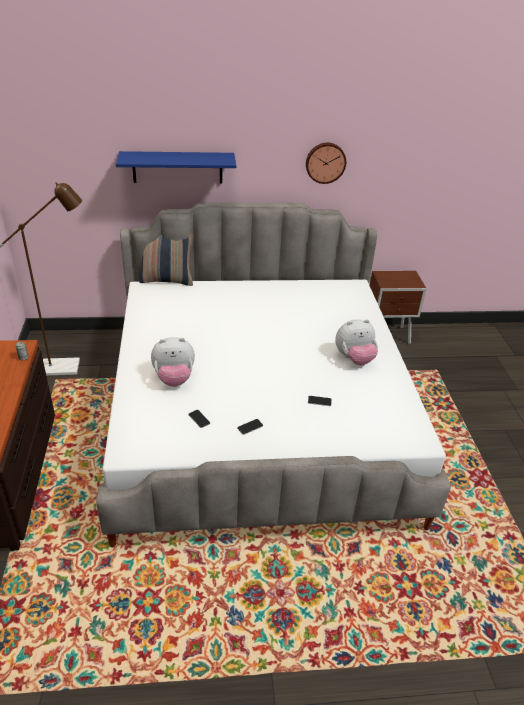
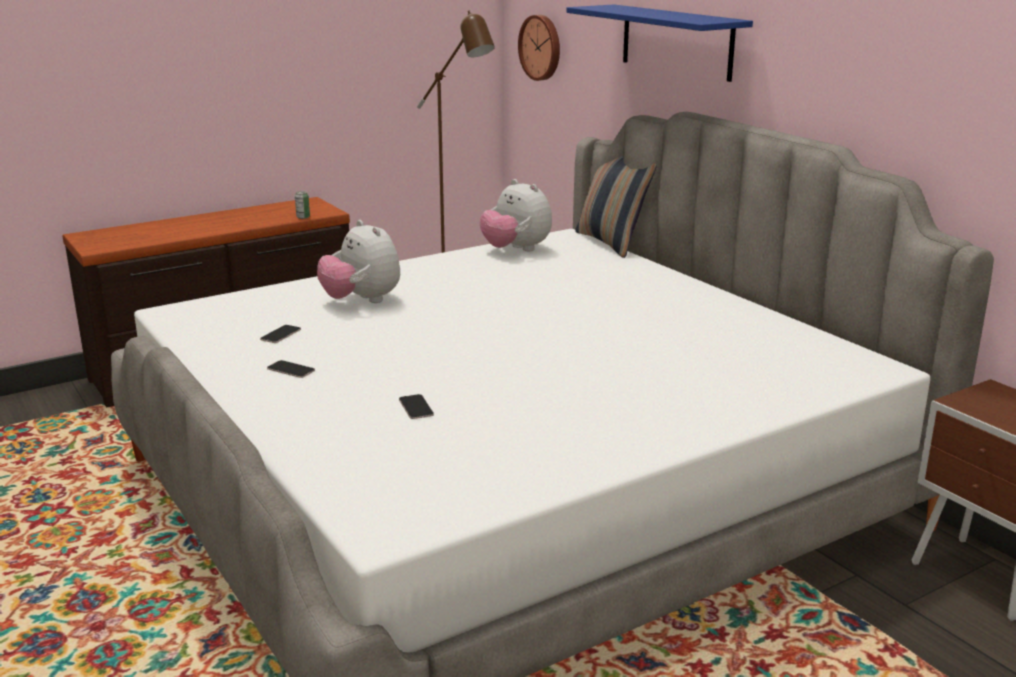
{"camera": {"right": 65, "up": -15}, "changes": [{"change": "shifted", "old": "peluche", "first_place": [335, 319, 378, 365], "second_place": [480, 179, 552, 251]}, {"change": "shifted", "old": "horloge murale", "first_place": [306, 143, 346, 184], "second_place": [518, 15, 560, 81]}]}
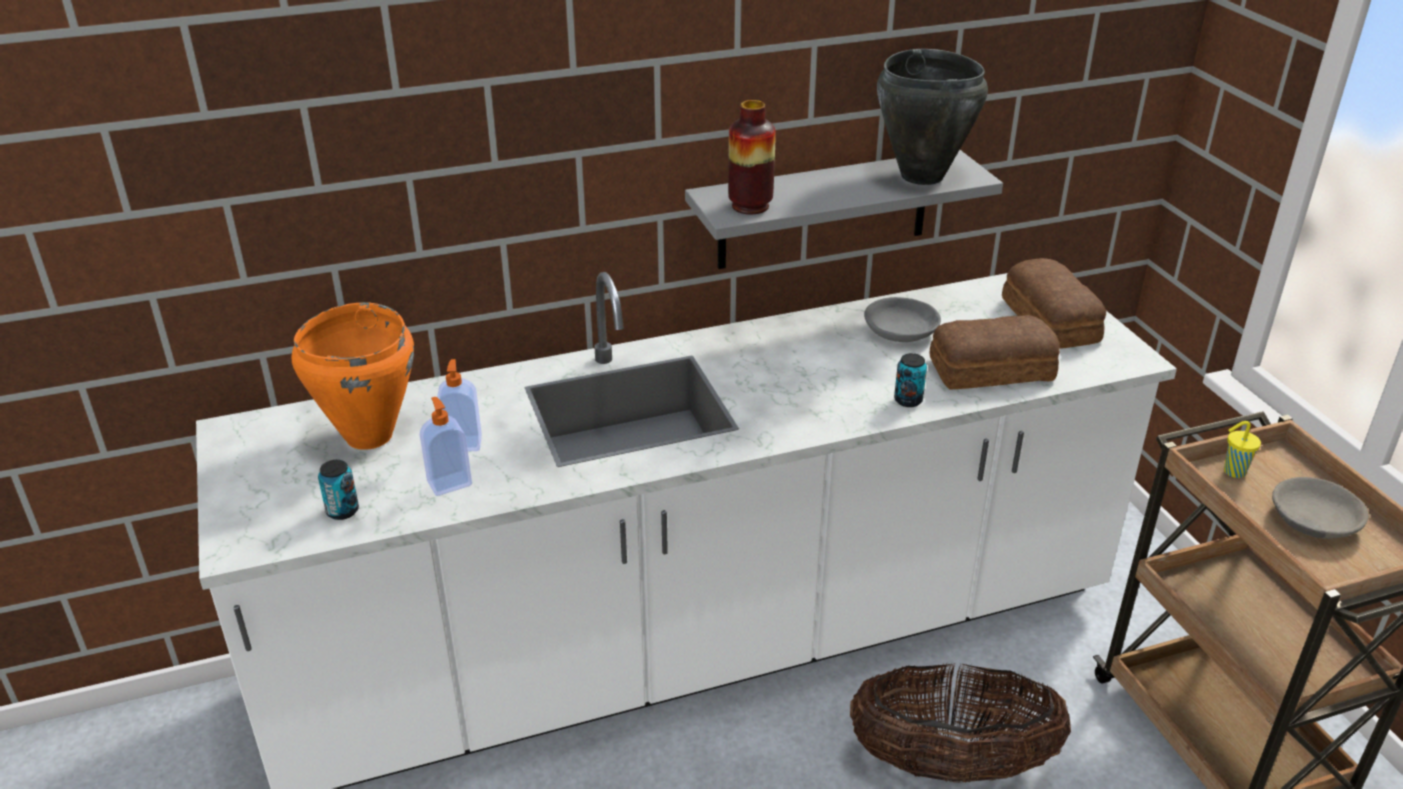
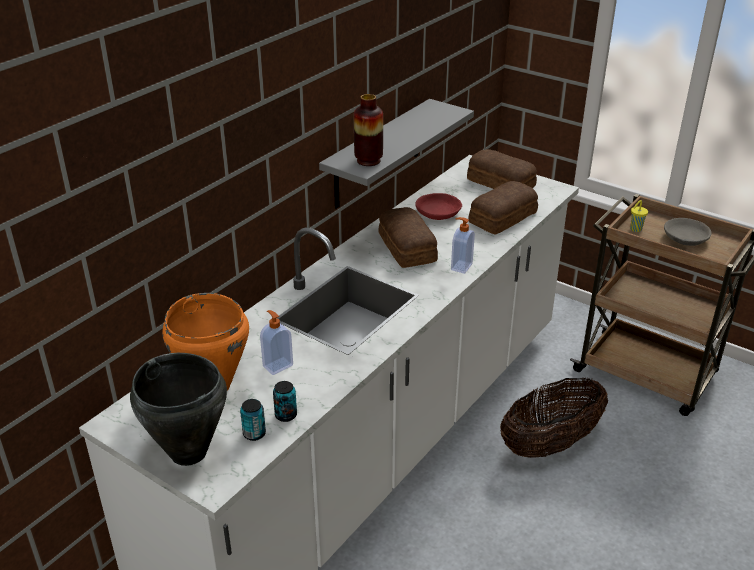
{"camera": {"right": -35, "up": 0}, "changes": [{"change": "shifted", "old": "marmite/noir", "first_place": [877, 49, 988, 185], "second_place": [130, 353, 227, 466]}, {"change": "shifted", "old": "boîte métallique", "first_place": [894, 353, 927, 407], "second_place": [273, 381, 297, 422]}, {"change": "new", "new": "pain", "second_place": [379, 207, 438, 268]}, {"change": "repainted", "old": "bol/gris", "new": "bol/rouge", "first_place": [864, 297, 941, 342], "second_place": [415, 193, 462, 220]}, {"change": "shifted", "old": "distributeur de savon", "first_place": [420, 397, 472, 496], "second_place": [451, 217, 475, 274]}]}
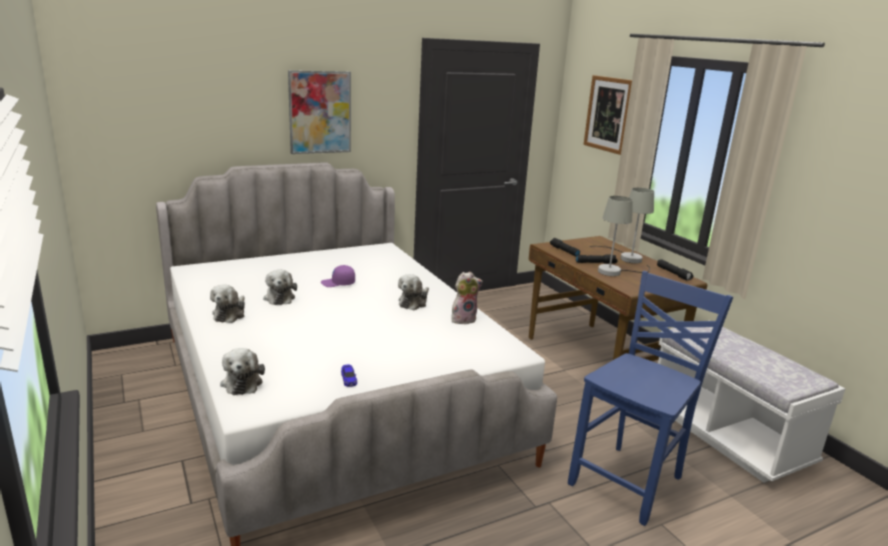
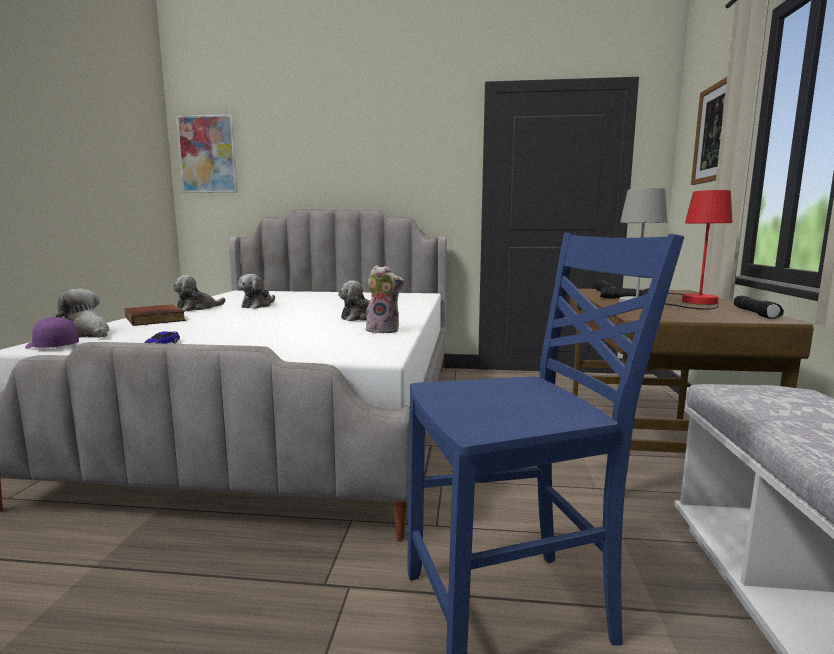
{"camera": {"right": 35, "up": -10}, "changes": [{"change": "shifted", "old": "casquette/violet", "first_place": [321, 265, 355, 287], "second_place": [25, 317, 79, 349]}, {"change": "rotated", "old": "peluche", "first_place": [220, 348, 265, 395], "second_place": [55, 289, 110, 338], "degrees": 105}, {"change": "new", "new": "livre", "second_place": [124, 304, 186, 326]}, {"change": "shifted", "old": "tableau", "first_place": [288, 70, 351, 154], "second_place": [176, 114, 238, 193]}, {"change": "repainted", "old": "lampe de table/gris", "new": "lampe de table/rouge", "first_place": [589, 188, 654, 263], "second_place": [668, 190, 733, 305]}]}
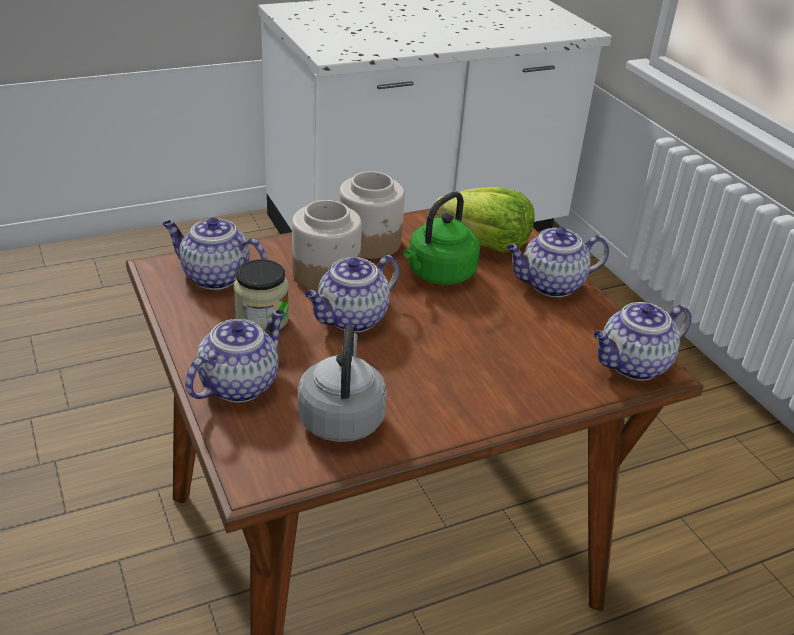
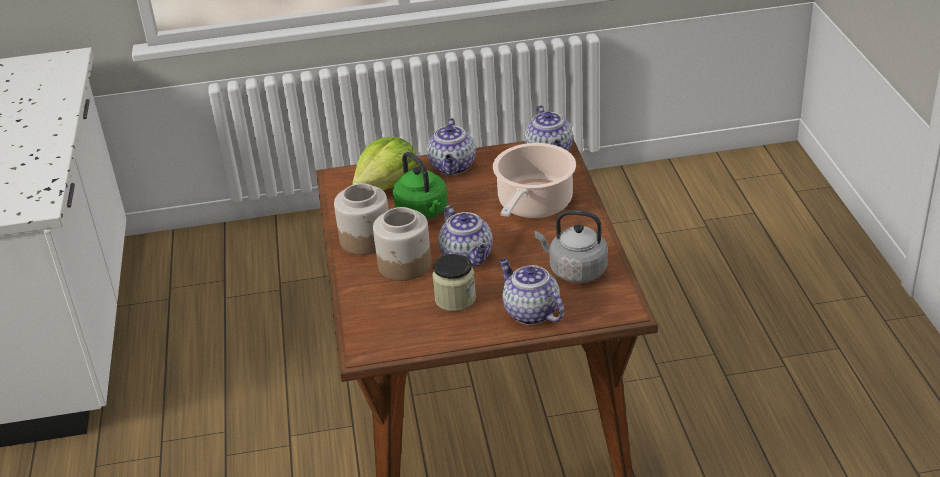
{"camera": {"right": -70, "up": 0}, "changes": [{"change": "new", "new": "marmite", "second_place": [493, 143, 576, 218]}, {"change": "gone", "old": "théière", "first_place": [162, 217, 267, 290]}]}
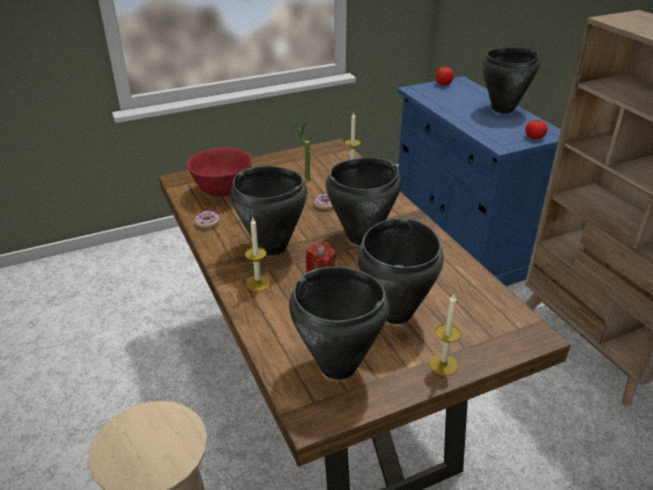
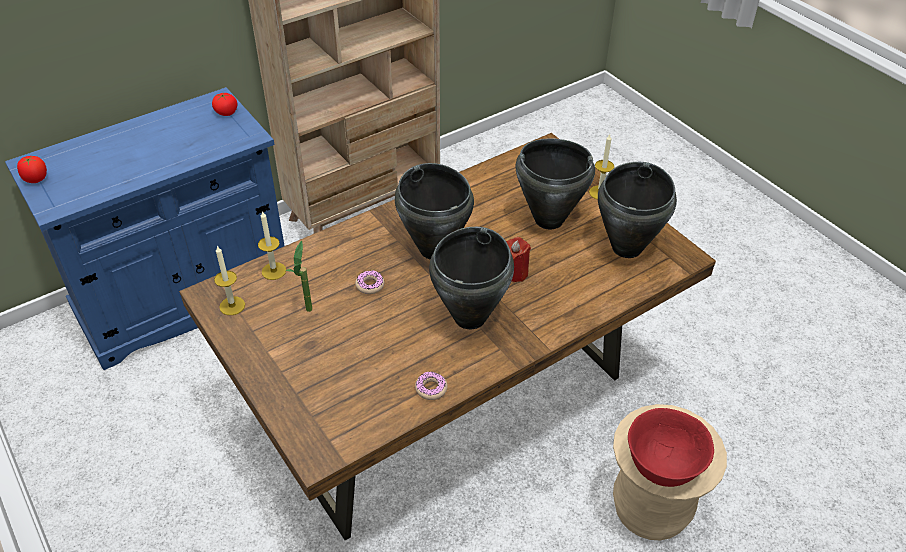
{"camera": {"right": -100, "up": 10}, "changes": [{"change": "shifted", "old": "bougie", "first_place": [245, 218, 270, 291], "second_place": [214, 246, 245, 315]}, {"change": "shifted", "old": "bol/rouge", "first_place": [187, 148, 252, 197], "second_place": [628, 408, 714, 487]}, {"change": "gone", "old": "marmite/noir", "first_place": [482, 48, 540, 114]}]}
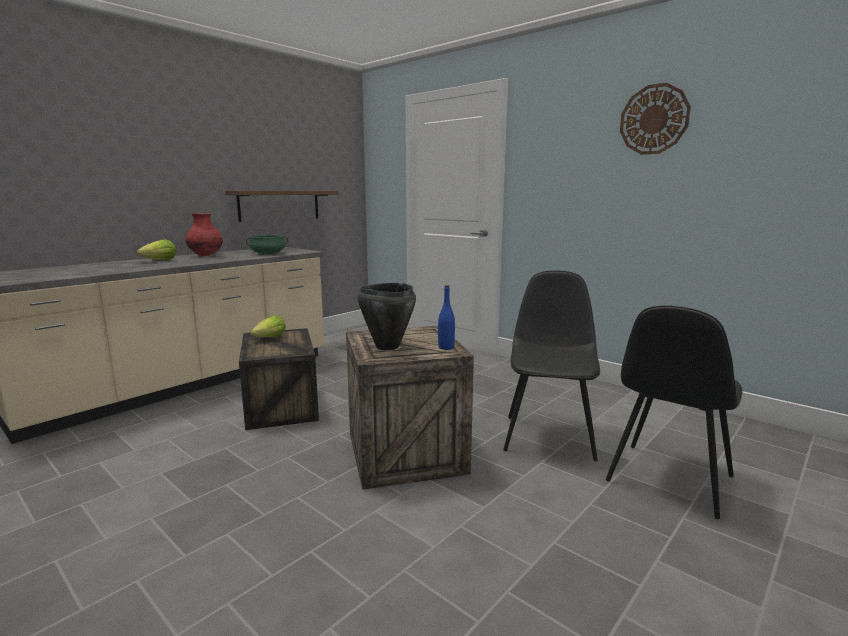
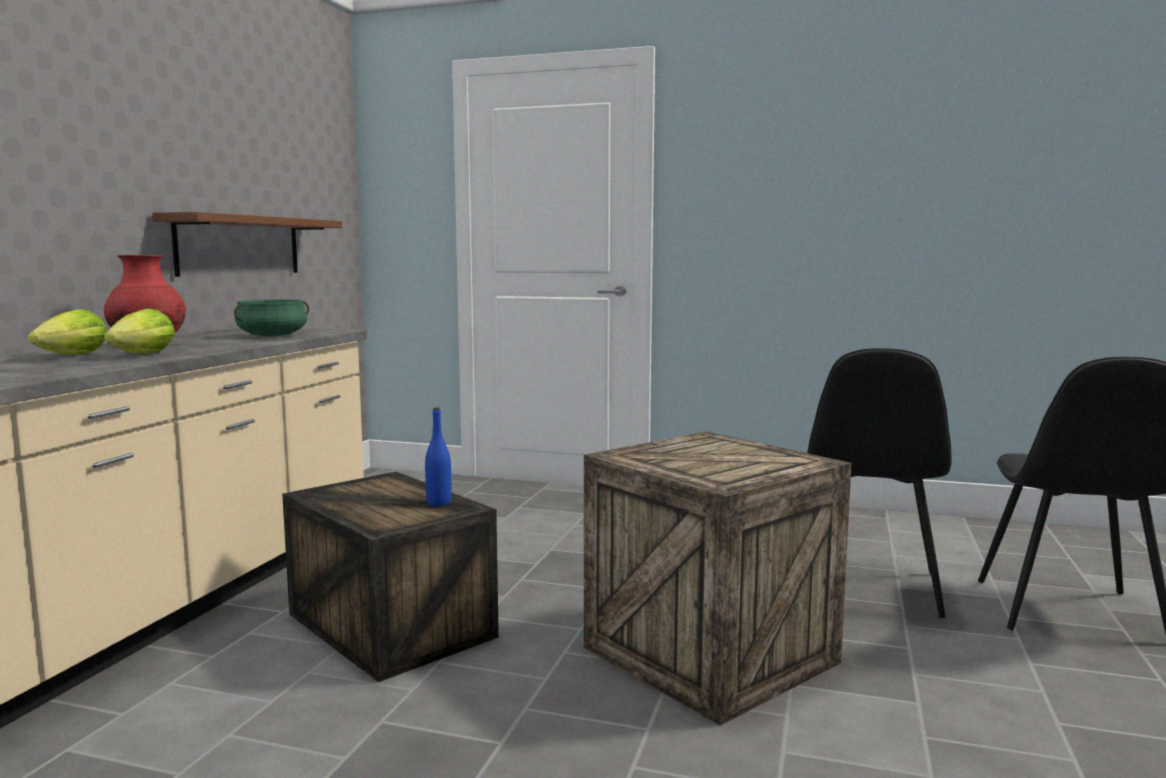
{"camera": {"right": -25, "up": -5}, "changes": [{"change": "shifted", "old": "laitue", "first_place": [250, 315, 286, 337], "second_place": [104, 308, 175, 354]}, {"change": "shifted", "old": "bouteille/bleu", "first_place": [438, 285, 455, 350], "second_place": [425, 407, 452, 506]}, {"change": "rotated", "old": "chaise/noir", "first_place": [503, 270, 600, 461], "second_place": [807, 348, 952, 618], "degrees": -150}, {"change": "gone", "old": "marmite/noir", "first_place": [358, 283, 416, 350]}, {"change": "gone", "old": "horloge murale", "first_place": [620, 83, 691, 155]}]}
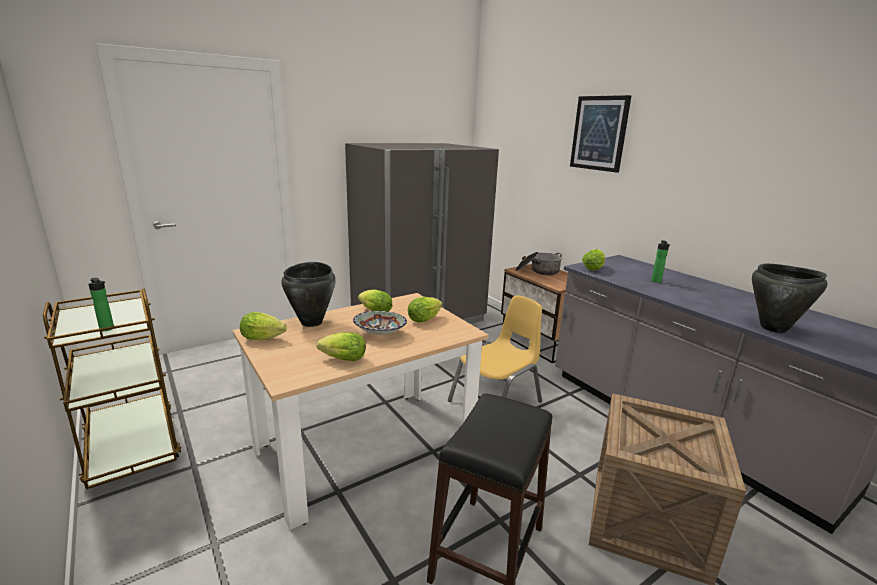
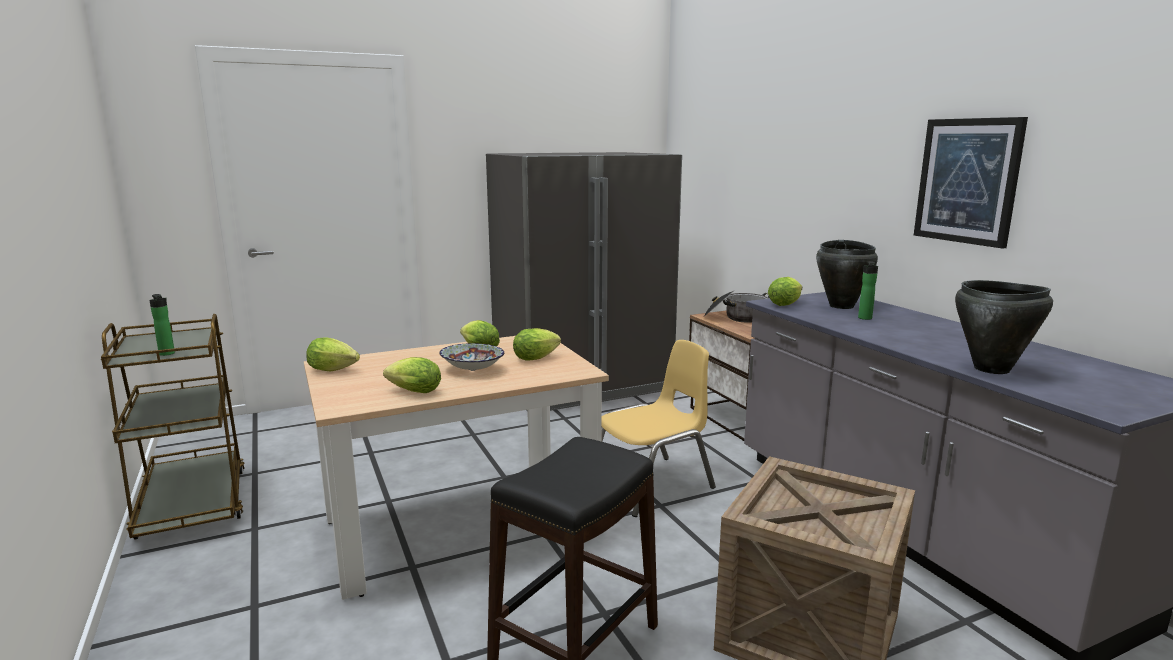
{"camera": {"right": 10, "up": -5}, "changes": [{"change": "shifted", "old": "marmite/noir", "first_place": [281, 262, 336, 327], "second_place": [816, 240, 878, 309]}, {"change": "shifted", "old": "tableau", "first_place": [570, 95, 632, 173], "second_place": [914, 117, 1028, 249]}]}
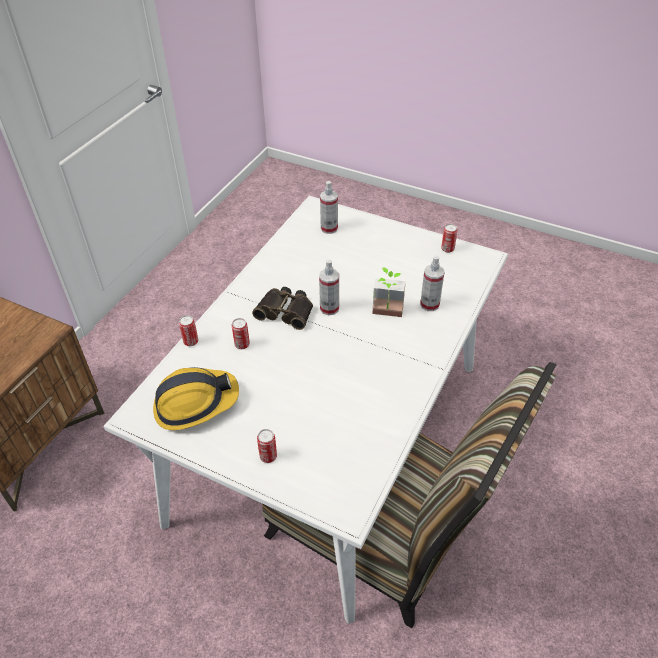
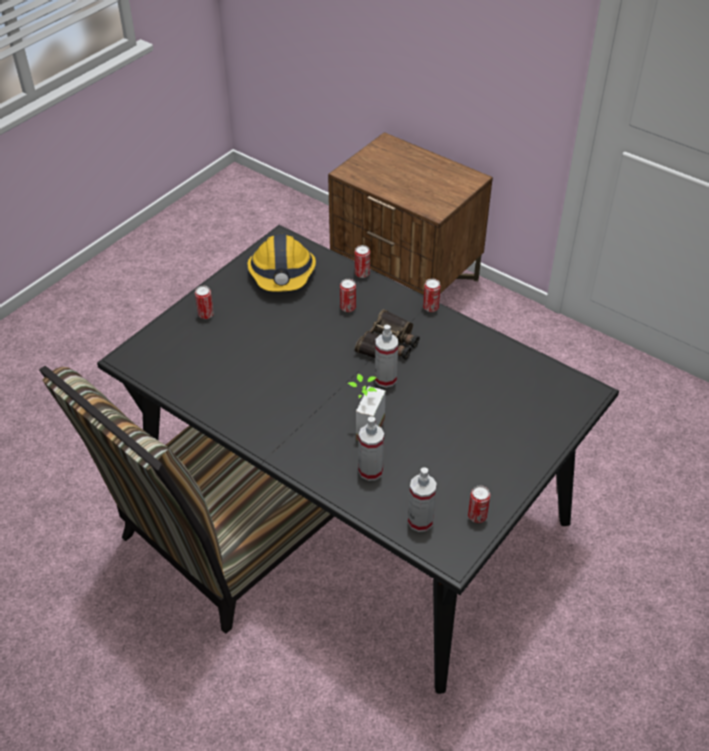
{"camera": {"right": 100, "up": 0}, "changes": [{"change": "repainted", "old": "table à manger/blanc", "new": "table à manger/noir", "first_place": [104, 196, 508, 624], "second_place": [97, 225, 619, 694]}, {"change": "shifted", "old": "vaporisateur", "first_place": [320, 181, 338, 234], "second_place": [408, 467, 437, 532]}, {"change": "new", "new": "boîte métallique", "second_place": [423, 279, 441, 312]}]}
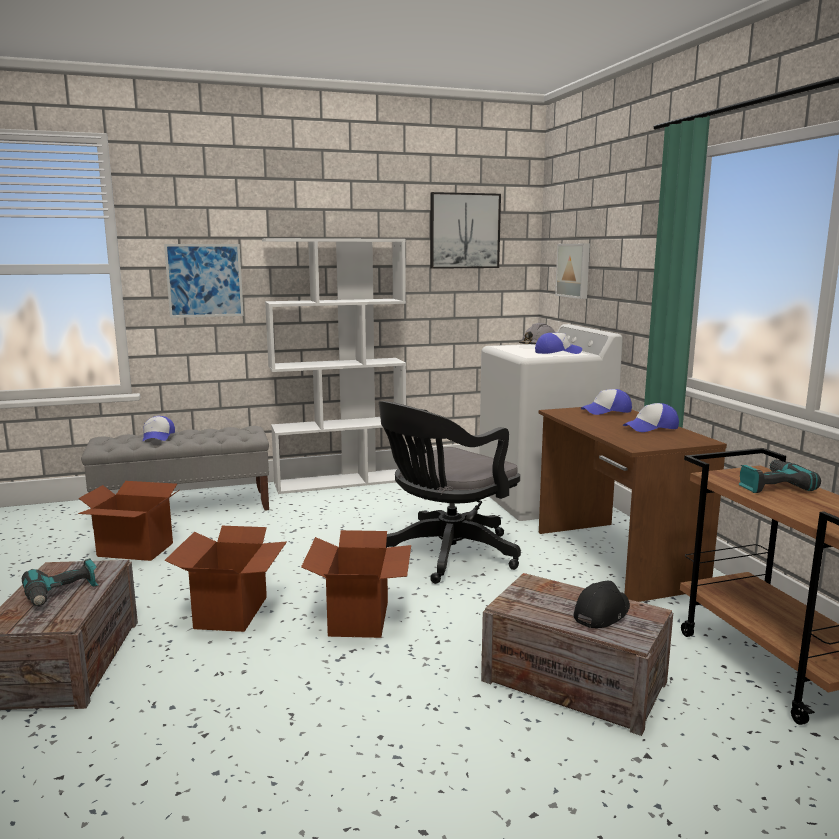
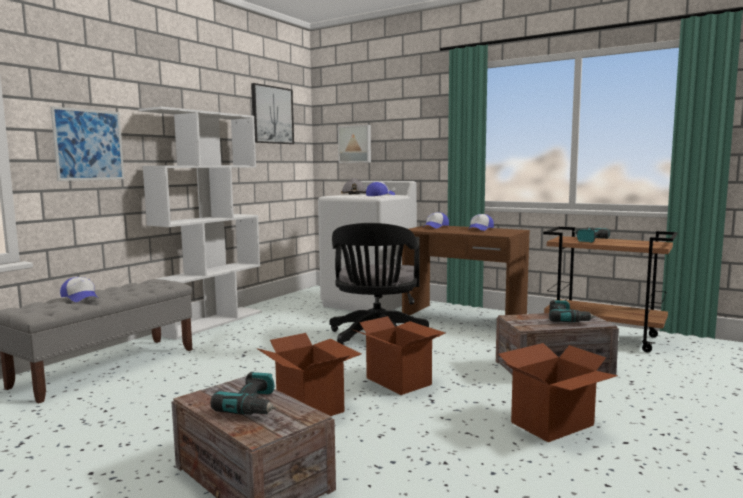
{"camera": {"right": -40, "up": -5}, "changes": [{"change": "shifted", "old": "carton", "first_place": [78, 481, 179, 561], "second_place": [498, 343, 618, 442]}, {"change": "swapped", "old": "casquette/noir", "new": "perceuse", "first_place": [573, 581, 630, 628], "second_place": [549, 300, 596, 322]}]}
